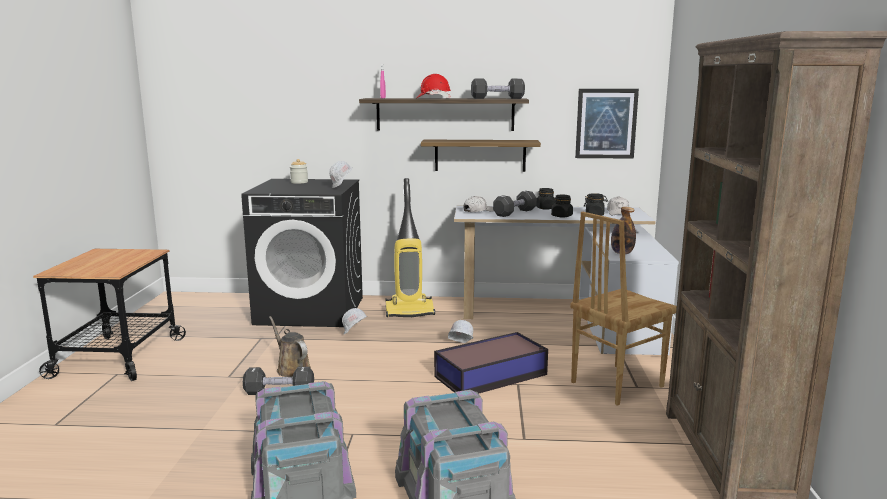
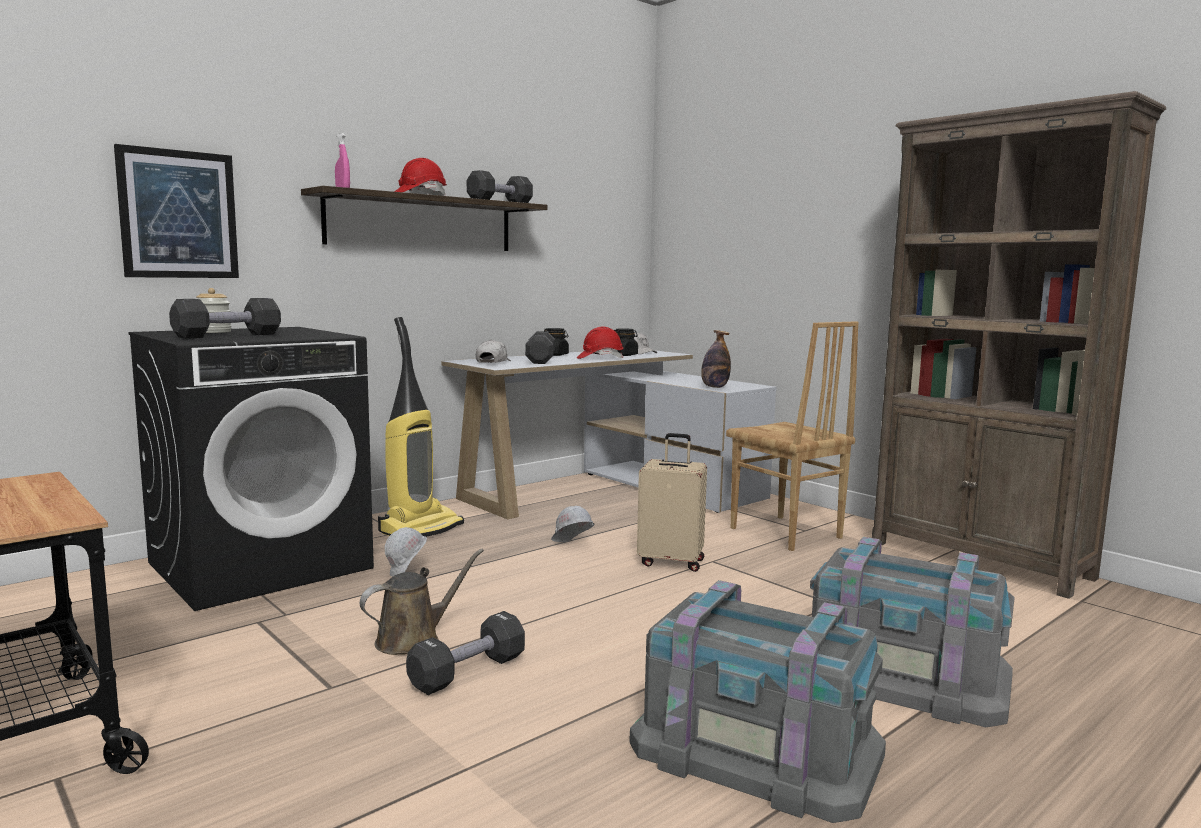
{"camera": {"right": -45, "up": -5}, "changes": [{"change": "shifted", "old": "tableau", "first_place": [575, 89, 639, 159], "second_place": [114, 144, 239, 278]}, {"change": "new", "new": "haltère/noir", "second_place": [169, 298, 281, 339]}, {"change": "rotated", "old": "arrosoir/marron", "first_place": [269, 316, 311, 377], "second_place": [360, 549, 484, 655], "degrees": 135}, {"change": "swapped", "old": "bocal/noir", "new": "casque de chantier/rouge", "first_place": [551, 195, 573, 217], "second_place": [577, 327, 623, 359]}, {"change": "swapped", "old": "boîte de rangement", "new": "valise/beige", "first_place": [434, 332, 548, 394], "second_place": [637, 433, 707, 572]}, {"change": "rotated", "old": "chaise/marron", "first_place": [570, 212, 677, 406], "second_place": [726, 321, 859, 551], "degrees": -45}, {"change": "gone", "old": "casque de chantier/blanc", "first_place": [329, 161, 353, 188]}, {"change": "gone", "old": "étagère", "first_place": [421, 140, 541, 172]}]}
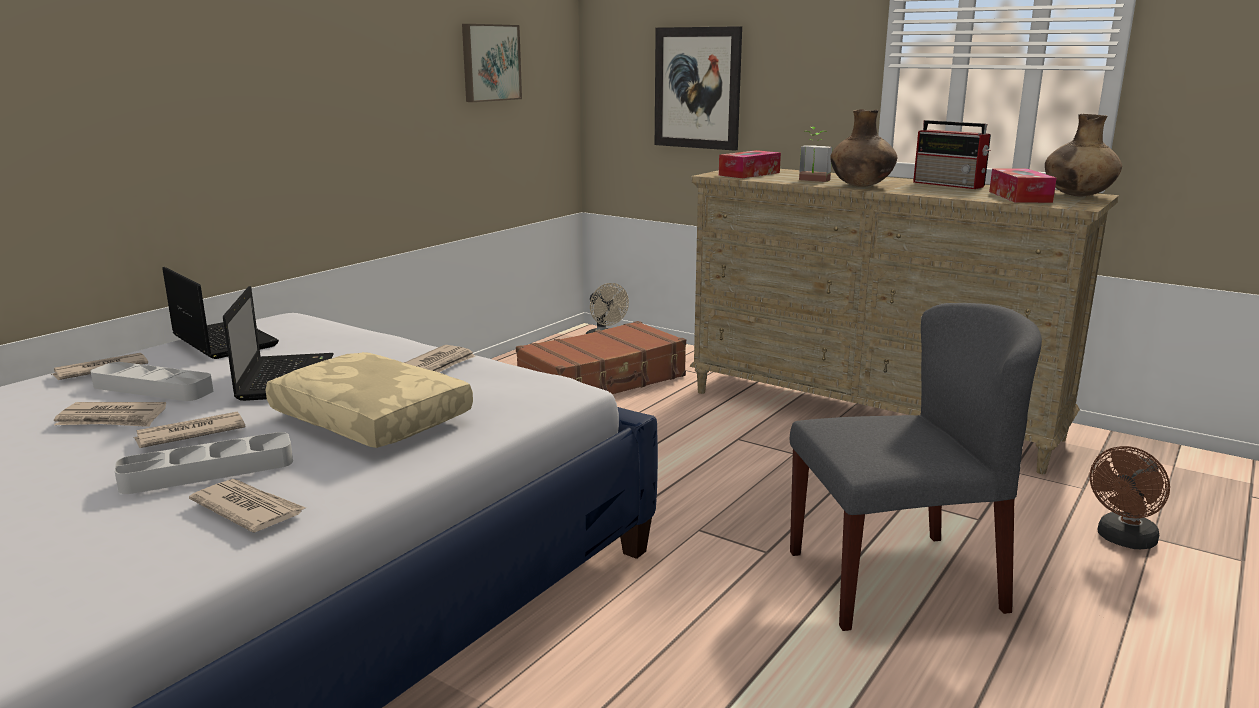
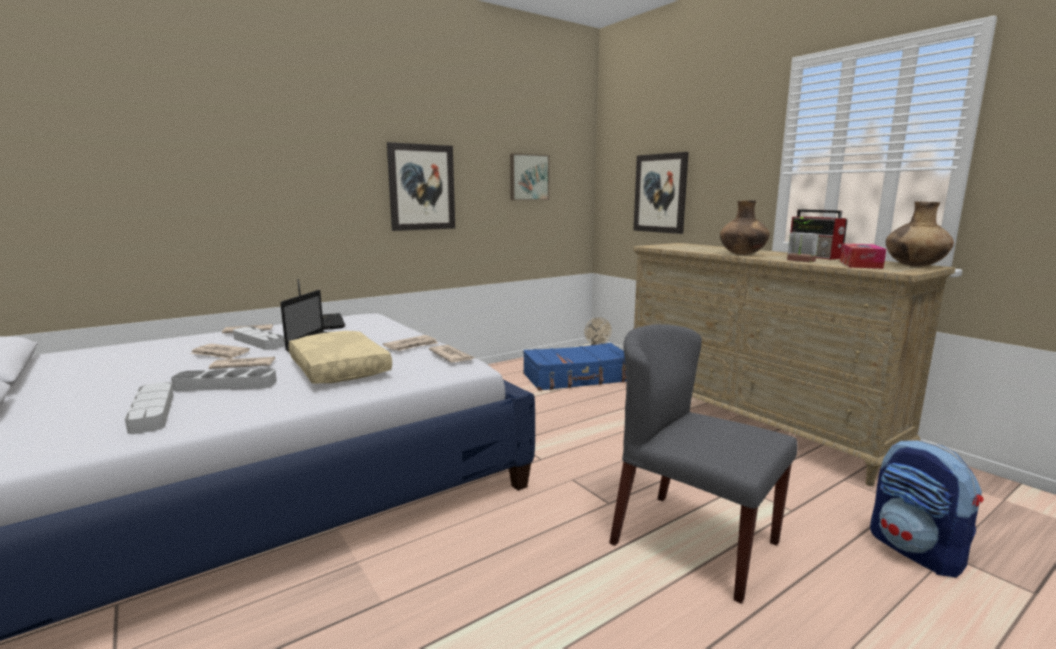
{"camera": {"right": 20, "up": -5}, "changes": [{"change": "new", "new": "plateau/gris", "second_place": [125, 382, 174, 434]}, {"change": "new", "new": "tableau", "second_place": [387, 142, 455, 231]}, {"change": "shifted", "old": "journal", "first_place": [189, 479, 306, 533], "second_place": [429, 345, 475, 363]}, {"change": "repainted", "old": "valise/marron", "new": "valise/bleu", "first_place": [516, 321, 686, 394], "second_place": [523, 343, 627, 391]}, {"change": "rotated", "old": "chaise/gris", "first_place": [790, 303, 1042, 631], "second_place": [609, 324, 798, 604], "degrees": -150}, {"change": "shifted", "old": "plante en pot", "first_place": [799, 127, 833, 182], "second_place": [787, 217, 819, 262]}, {"change": "swapped", "old": "ventilateur/marron", "new": "sac à dos", "first_place": [1090, 446, 1170, 549], "second_place": [870, 440, 984, 578]}, {"change": "gone", "old": "boîte à mouchoirs", "first_place": [719, 150, 781, 178]}]}
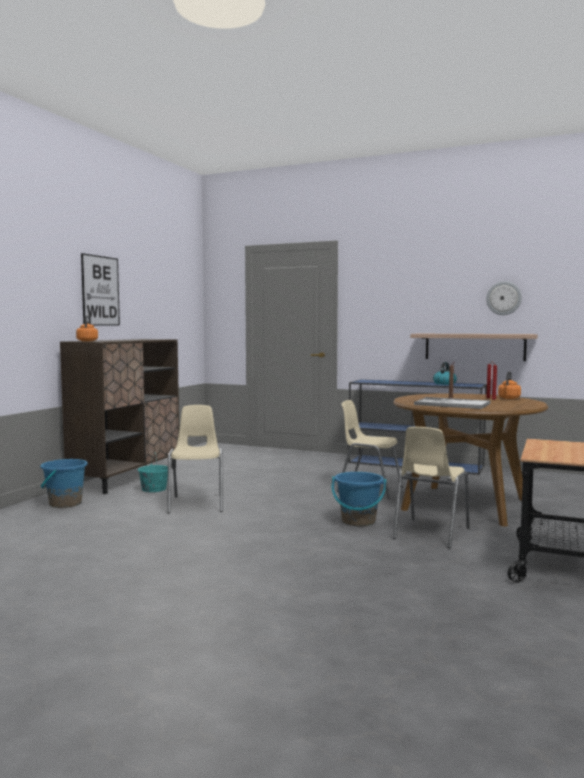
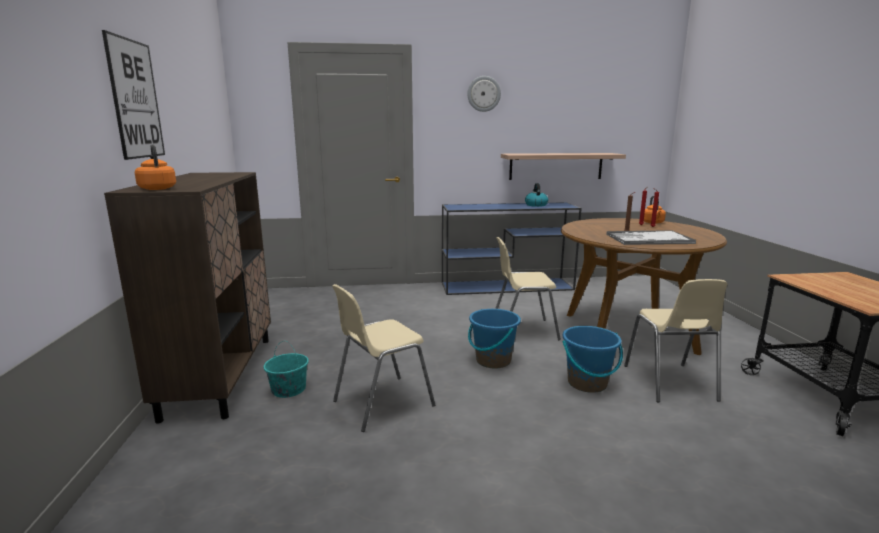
{"camera": {"right": -30, "up": 10}, "changes": [{"change": "rotated", "old": "chaise/beige", "first_place": [167, 405, 223, 514], "second_place": [332, 284, 435, 432], "degrees": -90}, {"change": "shifted", "old": "horloge murale", "first_place": [486, 281, 522, 315], "second_place": [467, 76, 501, 112]}, {"change": "shifted", "old": "seau/bleu", "first_place": [40, 459, 88, 508], "second_place": [468, 309, 521, 368]}]}
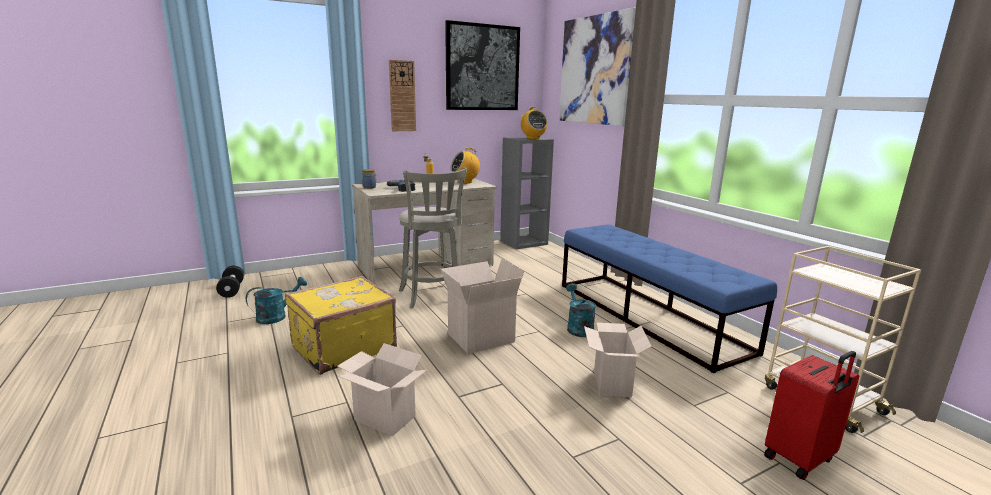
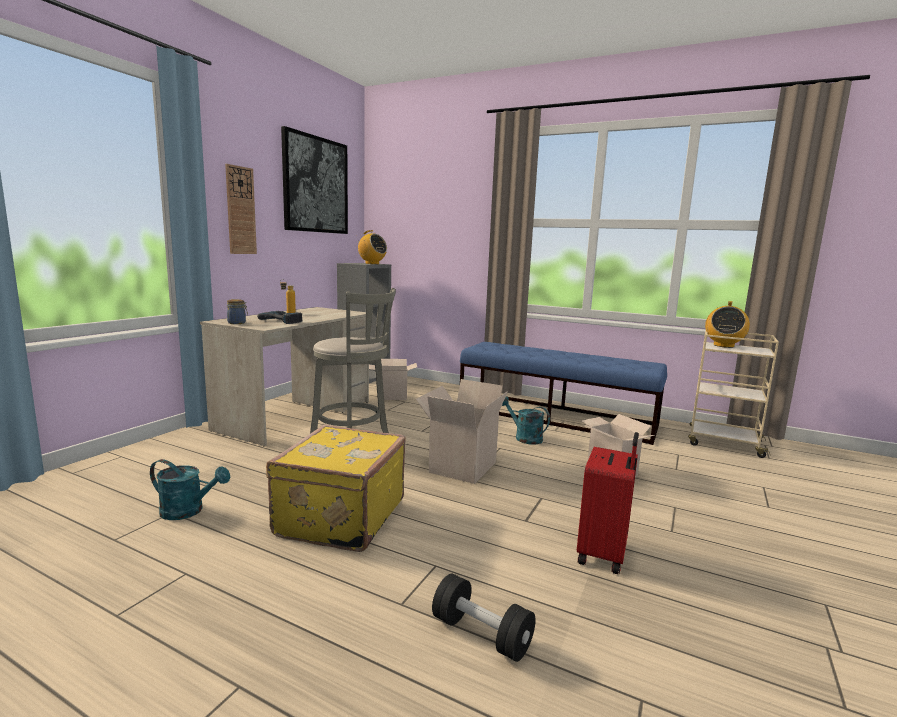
{"camera": {"right": -35, "up": -5}, "changes": [{"change": "rotated", "old": "arrosoir/turquoise", "first_place": [246, 277, 307, 324], "second_place": [150, 459, 230, 520], "degrees": 90}, {"change": "shifted", "old": "carton", "first_place": [338, 343, 427, 437], "second_place": [369, 359, 417, 400]}, {"change": "shifted", "old": "haltère/noir", "first_place": [216, 266, 244, 298], "second_place": [432, 574, 536, 662]}, {"change": "shifted", "old": "valise/rouge", "first_place": [764, 351, 859, 480], "second_place": [577, 432, 639, 574]}, {"change": "shifted", "old": "radio", "first_place": [451, 148, 480, 183], "second_place": [705, 301, 750, 348]}, {"change": "gone", "old": "tableau", "first_place": [559, 8, 636, 126]}]}
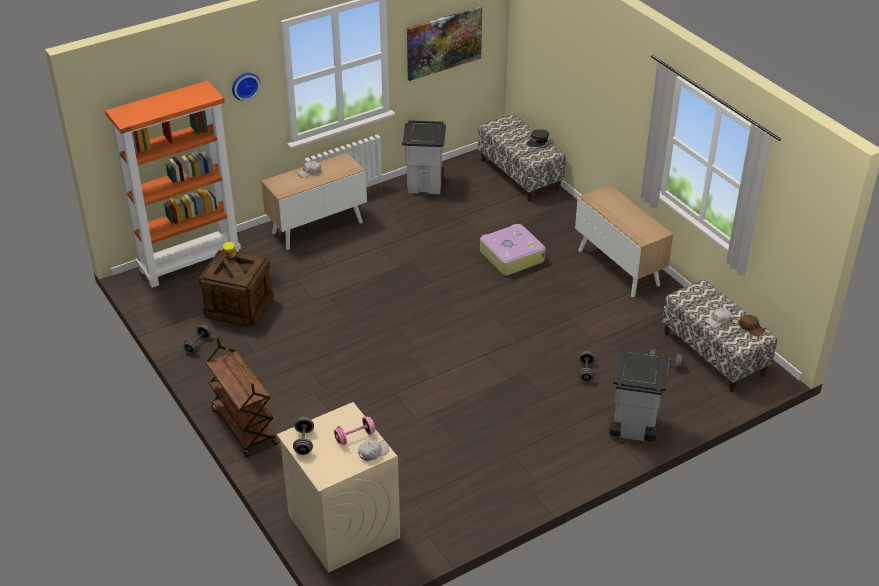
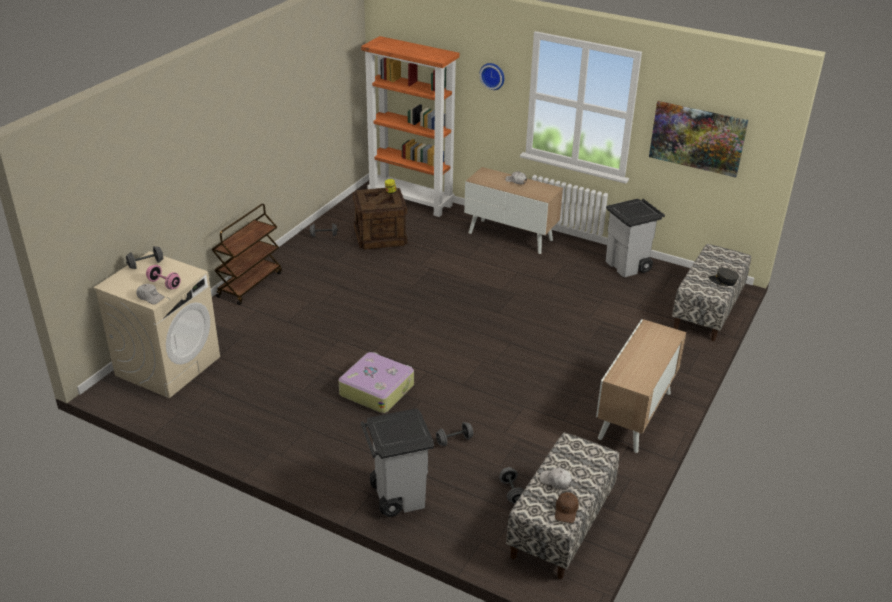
{"camera": {"right": 60, "up": -5}, "changes": [{"change": "shifted", "old": "valise", "first_place": [480, 224, 546, 276], "second_place": [339, 352, 414, 413]}]}
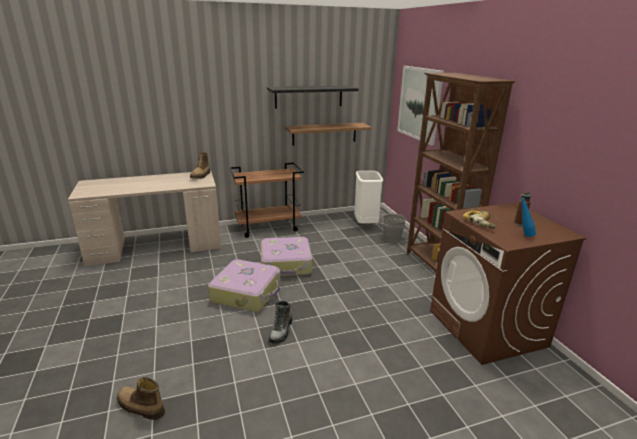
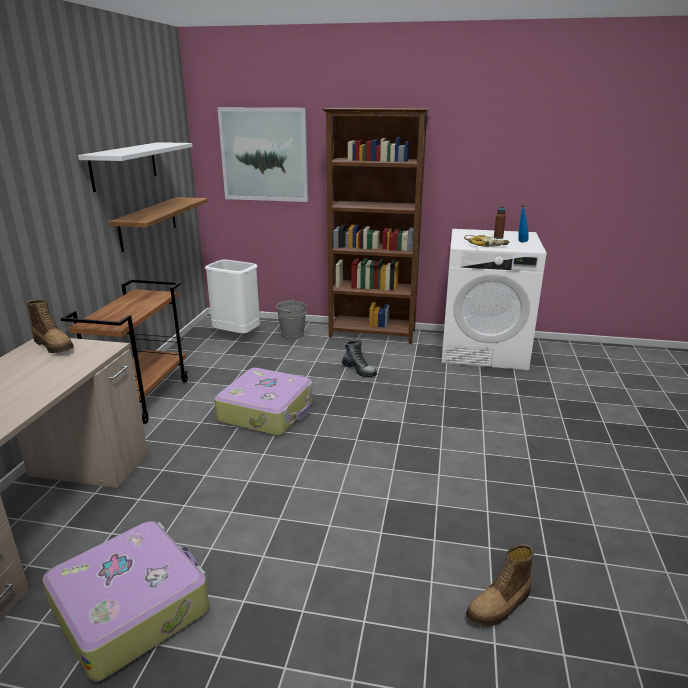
{"camera": {"right": -60, "up": 0}, "changes": [{"change": "shifted", "old": "valise", "first_place": [208, 259, 280, 312], "second_place": [42, 521, 209, 682]}, {"change": "repainted", "old": "étagère/noir", "new": "étagère/blanc", "first_place": [267, 86, 358, 108], "second_place": [78, 142, 193, 192]}, {"change": "shifted", "old": "botte", "first_place": [269, 300, 293, 344], "second_place": [342, 339, 377, 378]}, {"change": "repainted", "old": "lave-linge/marron", "new": "lave-linge/blanc", "first_place": [430, 203, 586, 365], "second_place": [442, 229, 546, 370]}]}
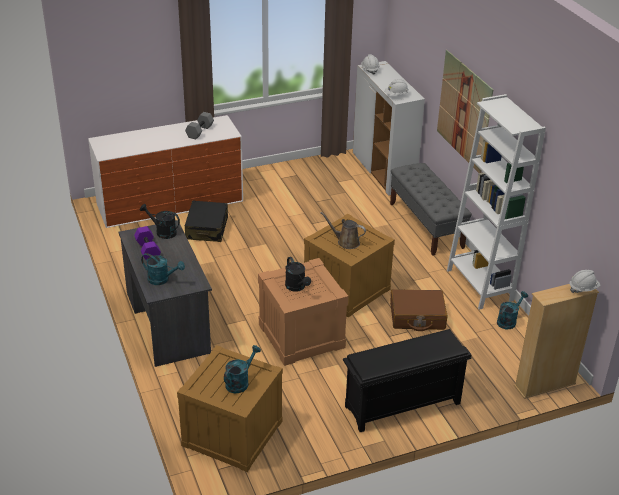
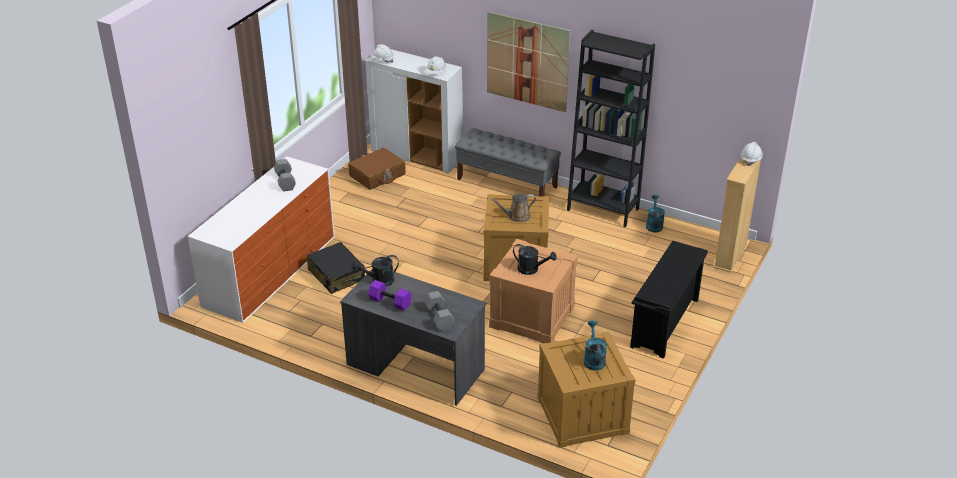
{"camera": {"right": -40, "up": 0}, "changes": [{"change": "shifted", "old": "valise/marron", "first_place": [390, 289, 447, 331], "second_place": [348, 148, 406, 190]}, {"change": "swapped", "old": "arrosoir/turquoise", "new": "haltère/gris", "first_place": [141, 253, 185, 285], "second_place": [424, 291, 455, 331]}, {"change": "repainted", "old": "bibliothèque/blanc", "new": "bibliothèque/noir", "first_place": [447, 94, 546, 310], "second_place": [567, 30, 655, 227]}]}
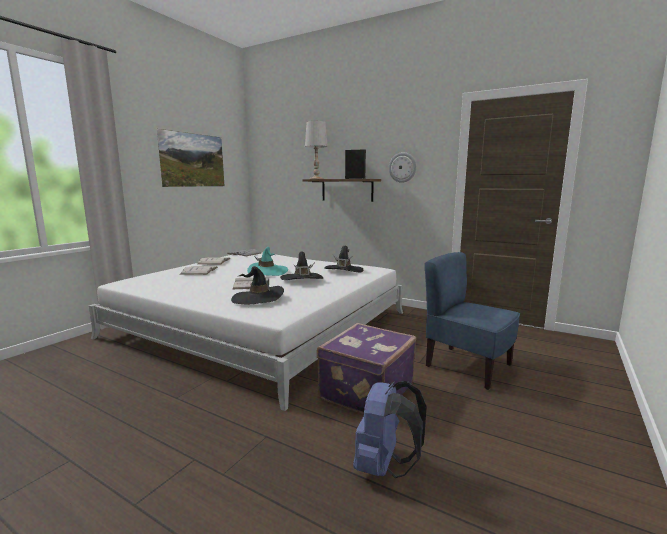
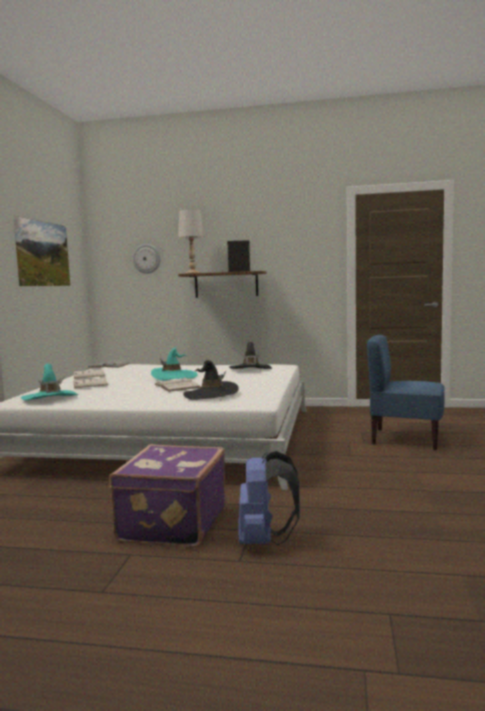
{"camera": {"right": -20, "up": -5}, "changes": [{"change": "new", "new": "chapeau/turquoise", "second_place": [21, 364, 78, 400]}, {"change": "shifted", "old": "valise/violet", "first_place": [317, 323, 416, 415], "second_place": [109, 444, 226, 547]}, {"change": "shifted", "old": "horloge murale", "first_place": [389, 152, 417, 183], "second_place": [133, 244, 161, 274]}, {"change": "shifted", "old": "sac à dos/bleu", "first_place": [353, 381, 427, 478], "second_place": [238, 451, 300, 546]}, {"change": "gone", "old": "chapeau/noir", "first_place": [280, 251, 323, 280]}]}
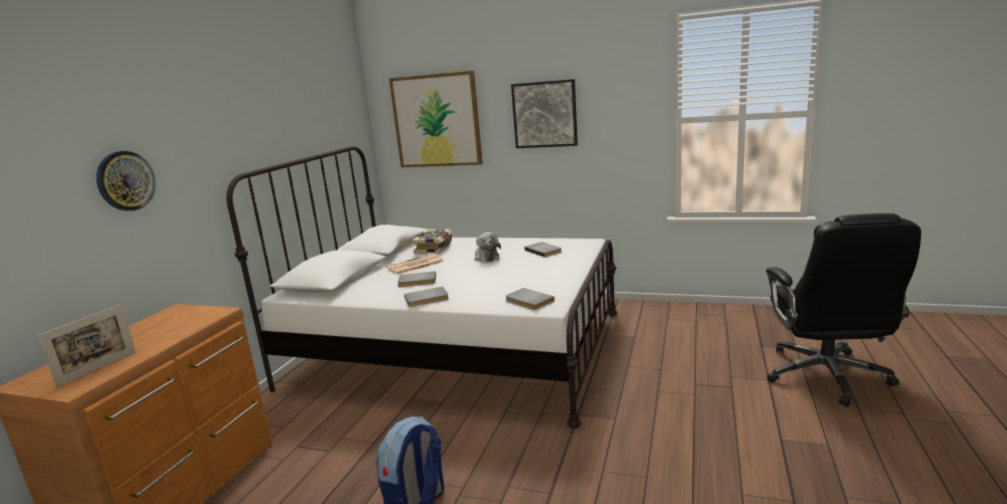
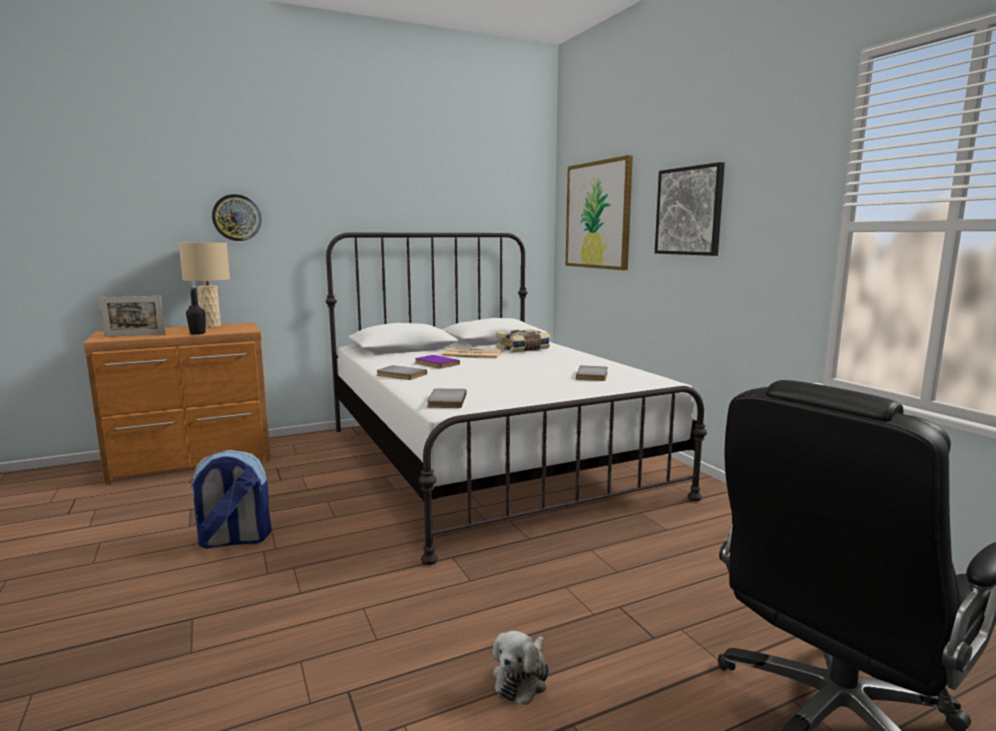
{"camera": {"right": 45, "up": -5}, "changes": [{"change": "new", "new": "lampe de table/beige", "second_place": [179, 242, 230, 328]}, {"change": "new", "new": "bouteille/noir", "second_place": [186, 283, 206, 335]}, {"change": "repainted", "old": "livre/gris", "new": "livre/violet", "first_place": [397, 271, 436, 287], "second_place": [415, 355, 460, 369]}, {"change": "shifted", "old": "peluche", "first_place": [474, 232, 501, 262], "second_place": [493, 631, 549, 705]}]}
